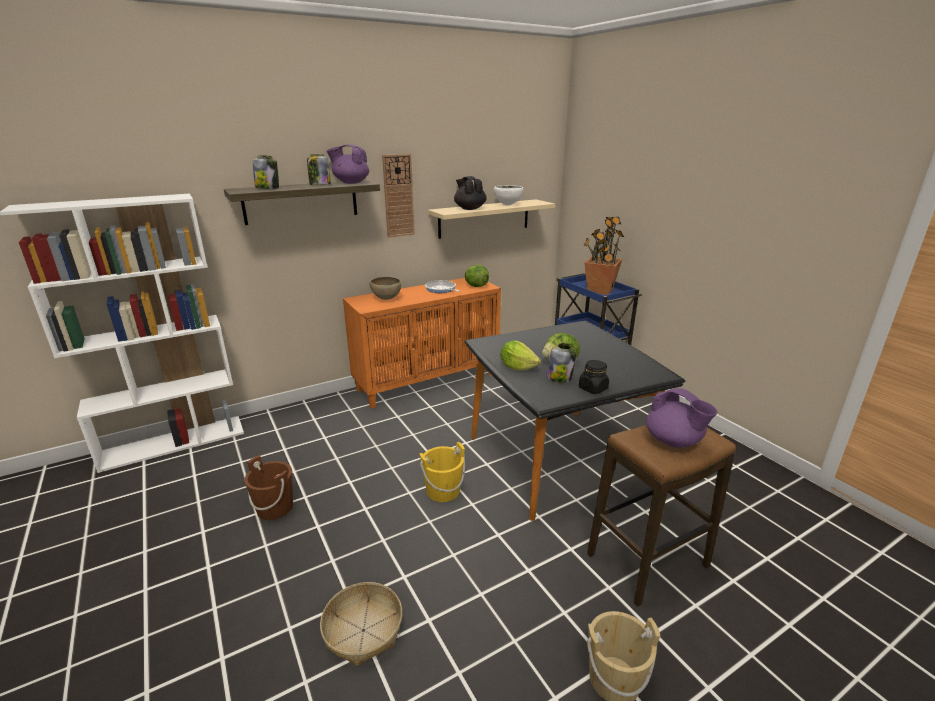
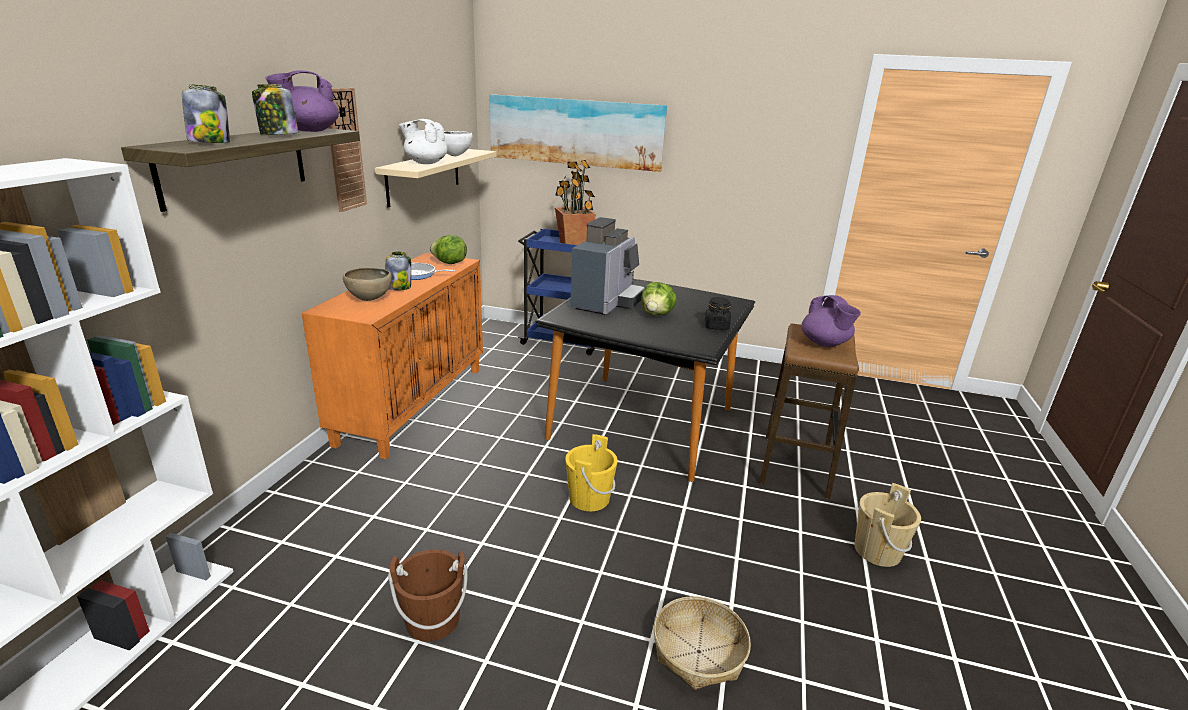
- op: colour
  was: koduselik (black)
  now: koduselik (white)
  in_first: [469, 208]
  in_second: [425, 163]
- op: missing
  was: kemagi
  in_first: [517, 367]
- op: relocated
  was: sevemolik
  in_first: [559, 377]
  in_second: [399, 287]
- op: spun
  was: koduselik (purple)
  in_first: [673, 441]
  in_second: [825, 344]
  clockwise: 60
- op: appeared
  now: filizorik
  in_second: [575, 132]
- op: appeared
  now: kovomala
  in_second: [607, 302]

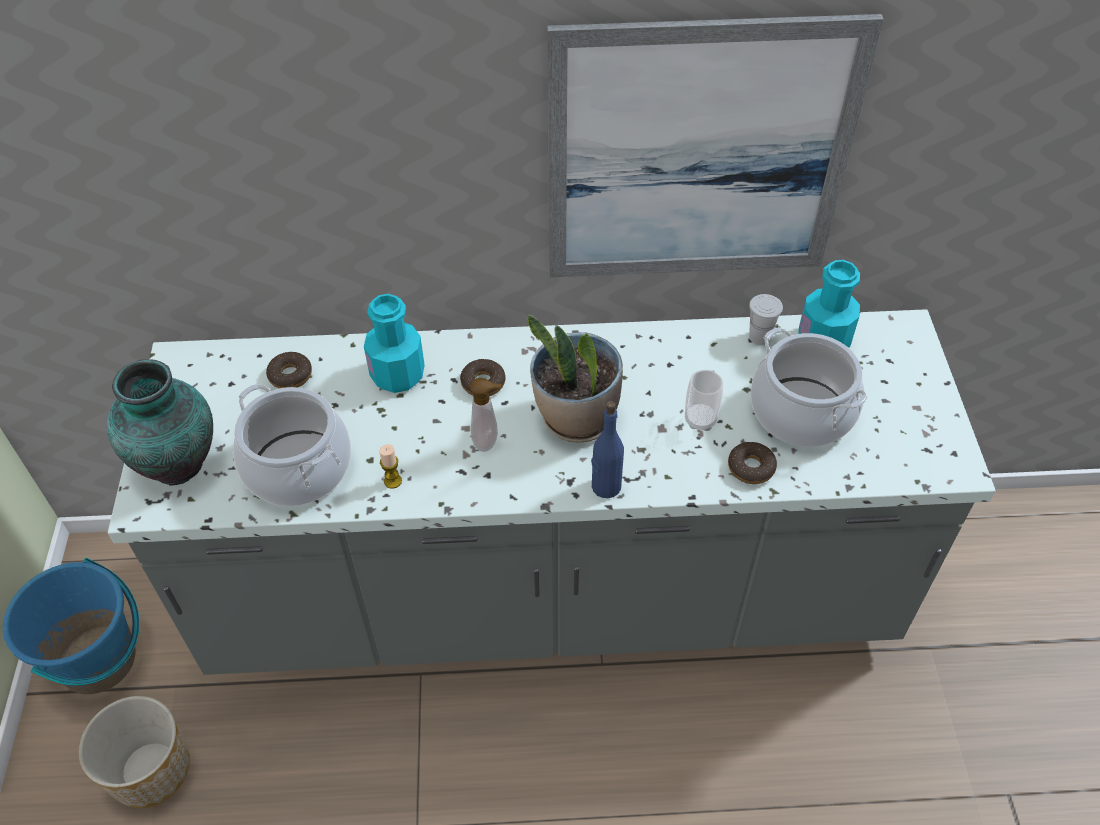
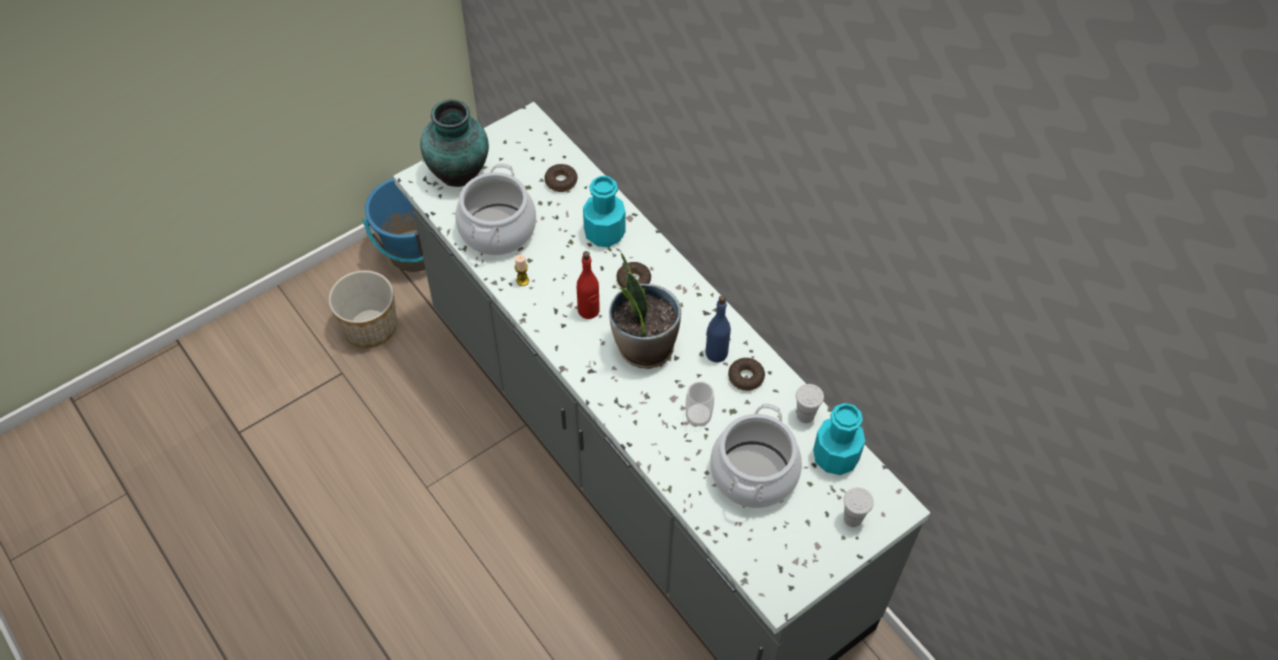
- op: missing
  was: filizorik
  in_first: [698, 156]
- op: exchanged
  was: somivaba
  now: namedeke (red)
  in_first: [488, 441]
  in_second: [588, 310]
- op: relocated
  was: namedeke (blue)
  in_first: [605, 486]
  in_second: [716, 353]
- op: relocated
  was: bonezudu
  in_first: [751, 467]
  in_second: [746, 377]
- op: appeared
  now: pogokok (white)
  in_second: [852, 518]

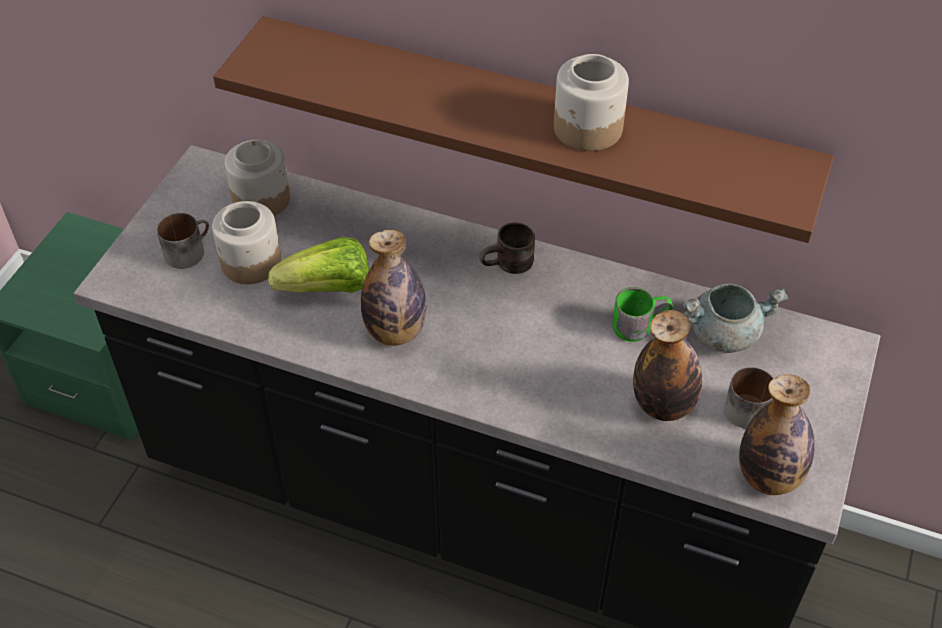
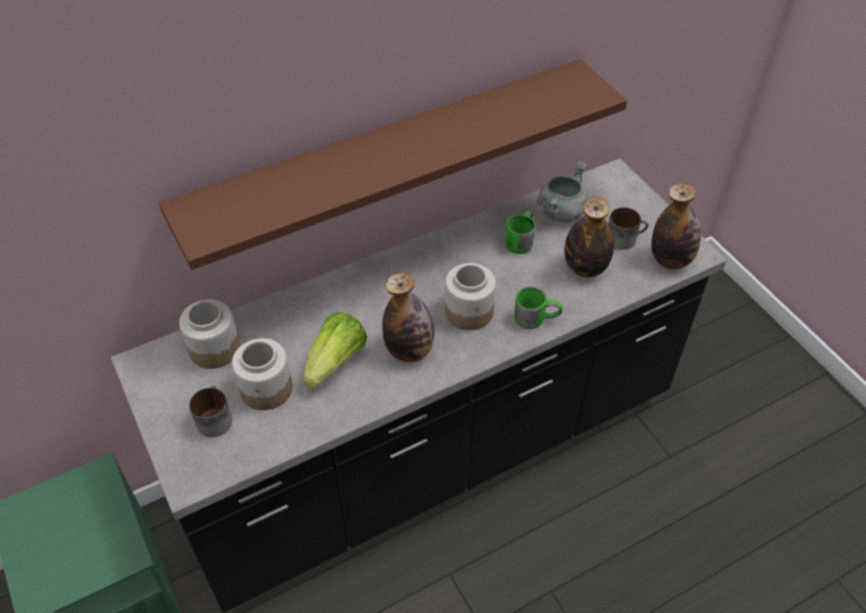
- op: relocated
  was: sevemolik
  in_first: [588, 129]
  in_second: [469, 312]
- op: missing
  was: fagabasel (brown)
  in_first: [509, 267]
- op: appeared
  now: fagabasel (green)
  in_second: [535, 317]

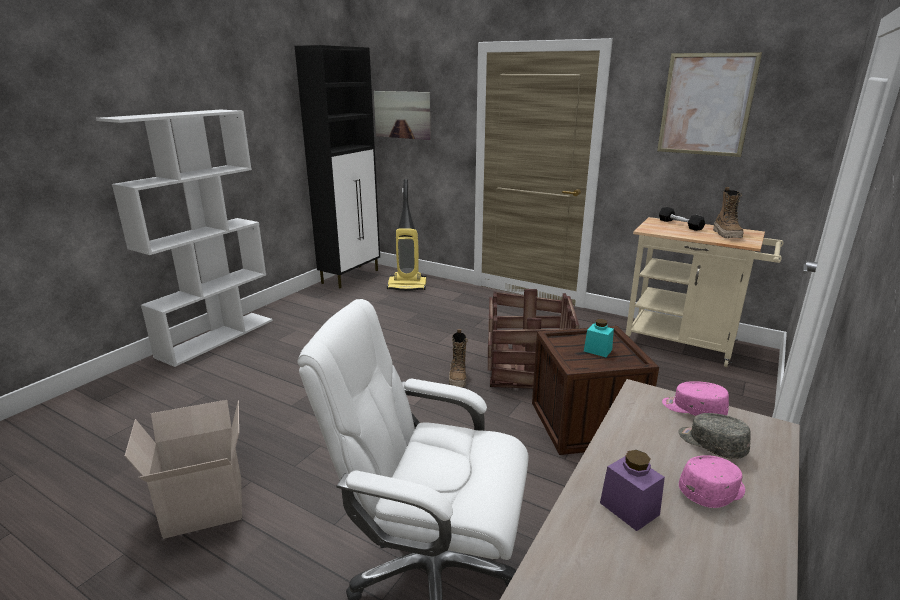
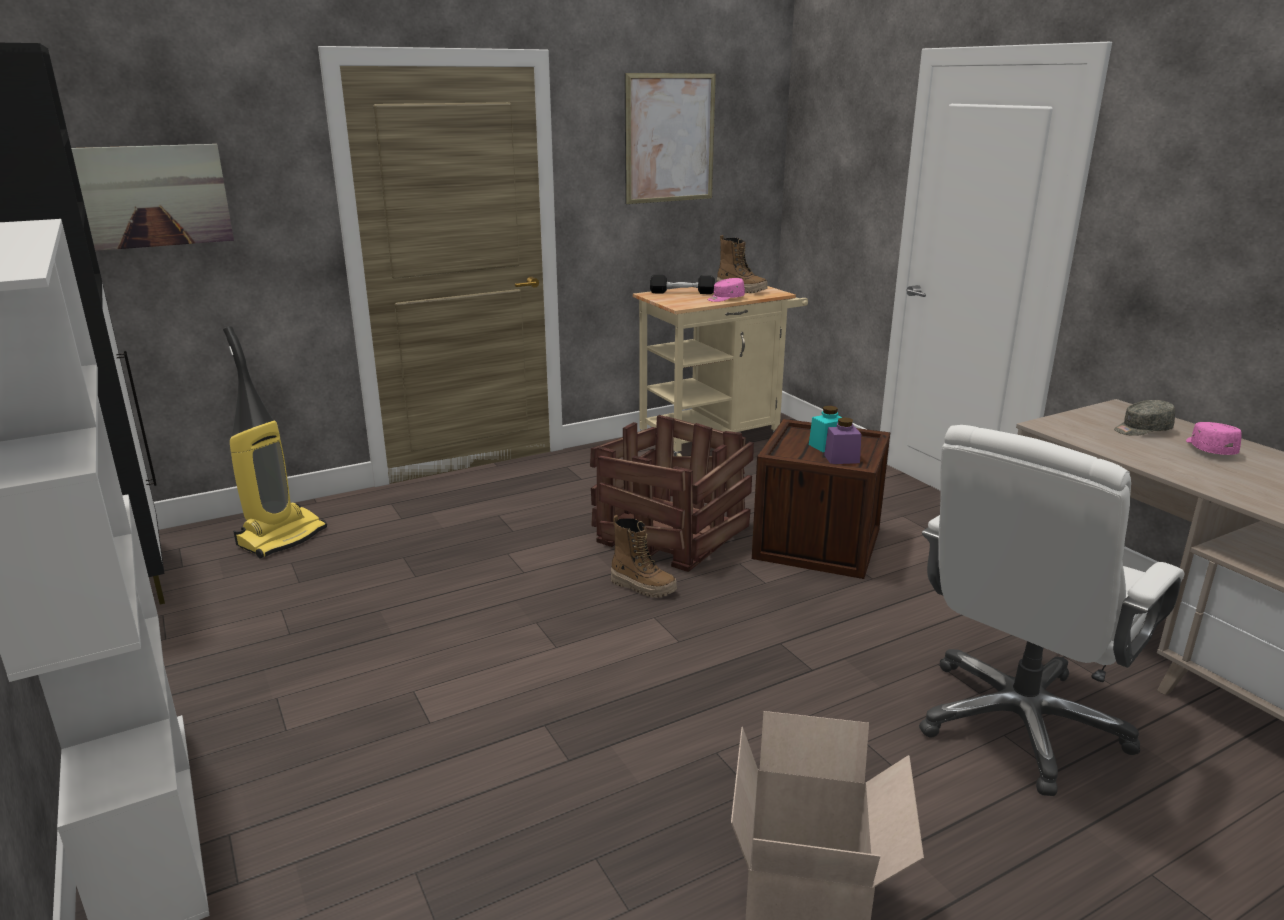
- op: relocated
  was: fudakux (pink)
  in_first: [693, 410]
  in_second: [725, 298]
- op: relocated
  was: sevemolik (purple)
  in_first: [629, 508]
  in_second: [841, 459]

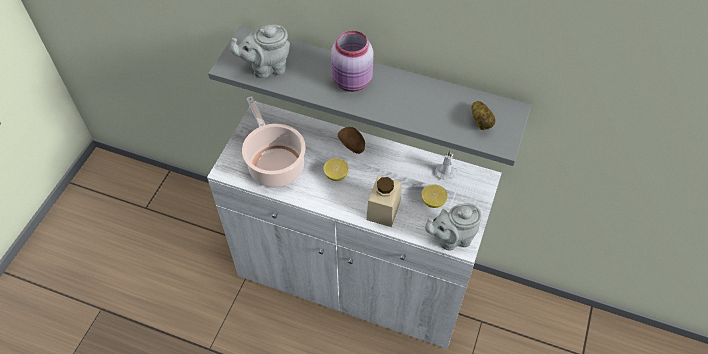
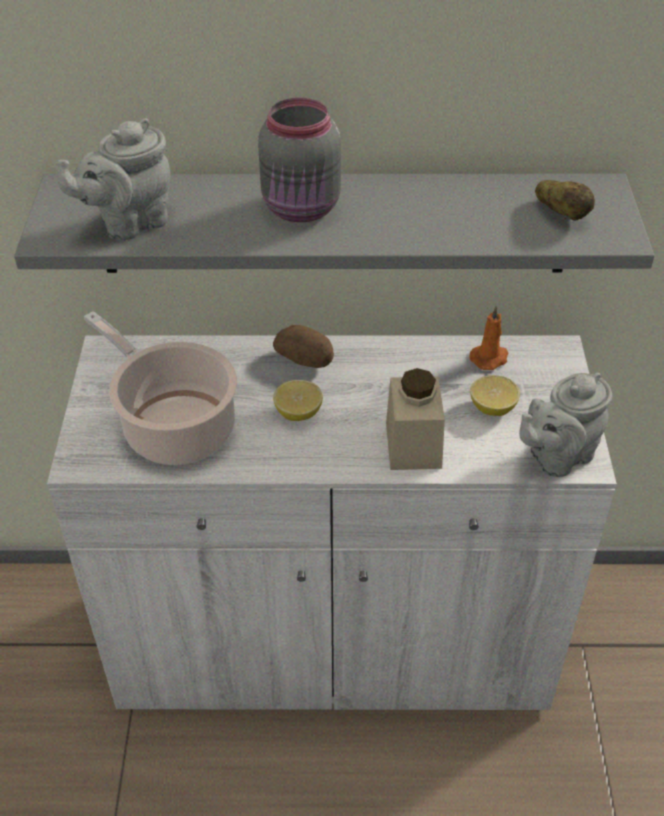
- op: colour
  was: sevemolik (pink)
  now: sevemolik (grey)
  in_first: [352, 82]
  in_second: [302, 209]
- op: colour
  was: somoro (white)
  now: somoro (orange)
  in_first: [446, 172]
  in_second: [490, 358]

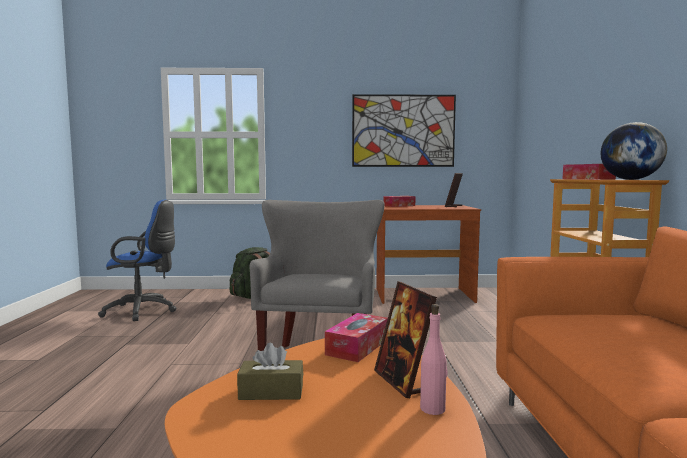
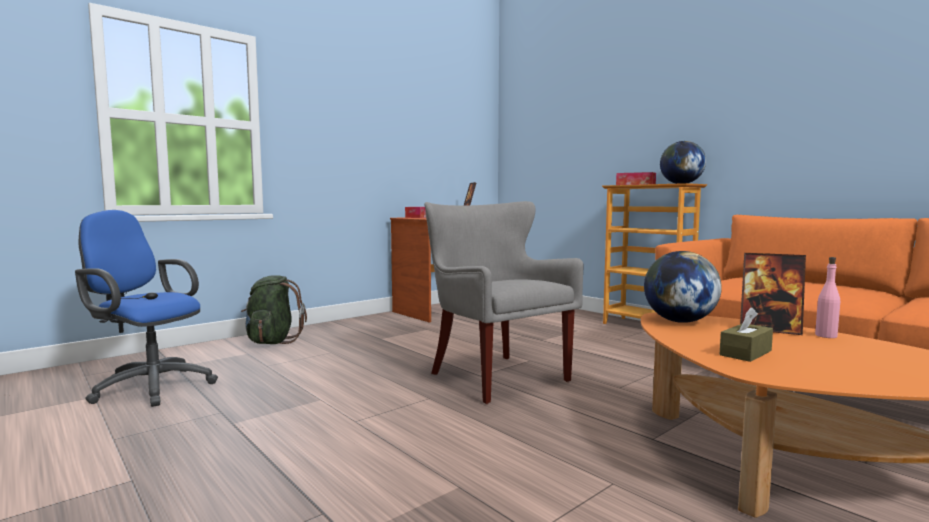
- op: missing
  was: filizorik
  in_first: [403, 131]
- op: spun
  was: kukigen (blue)
  in_first: [144, 311]
  in_second: [149, 387]
  clockwise: -120
- op: exchanged
  was: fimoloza
  now: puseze
  in_first: [357, 347]
  in_second: [679, 321]

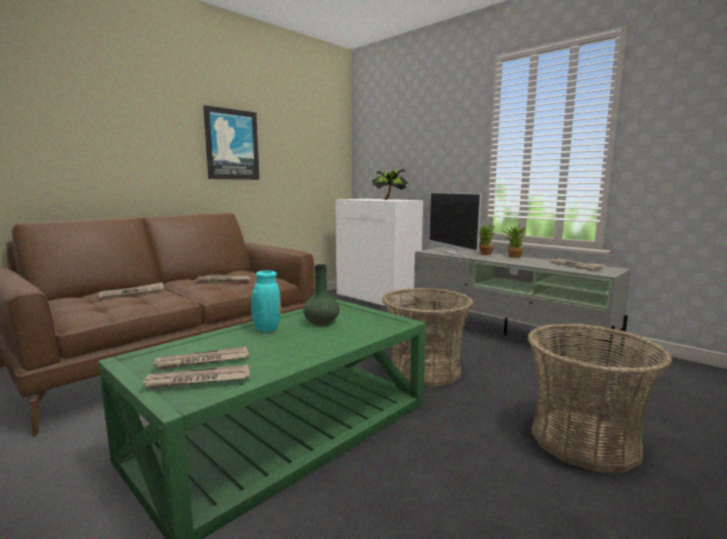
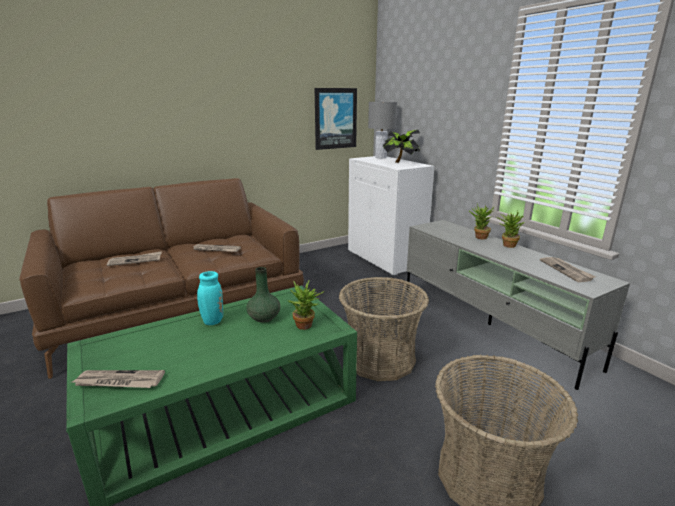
- op: relocated
  was: filizorik
  in_first: [232, 144]
  in_second: [335, 118]
- op: missing
  was: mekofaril
  in_first: [454, 253]
- op: missing
  was: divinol
  in_first: [202, 361]
- op: appeared
  now: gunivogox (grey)
  in_second: [380, 157]
- op: appeared
  now: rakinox
  in_second: [306, 327]

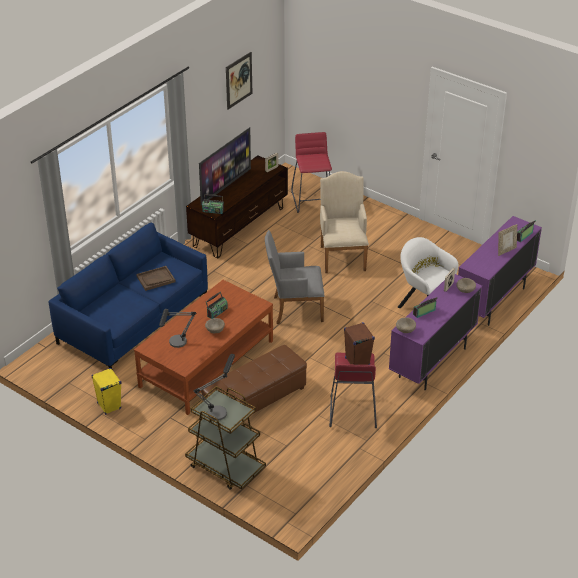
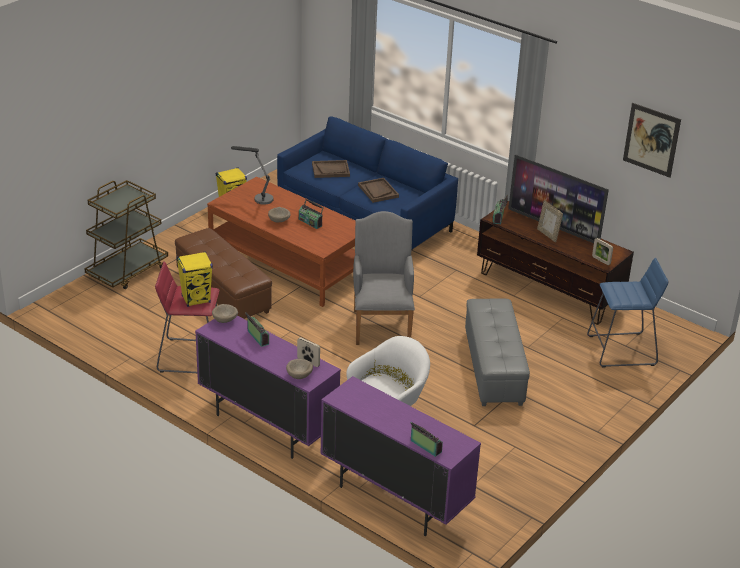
- op: colour
  was: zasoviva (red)
  now: zasoviva (blue)
  in_first: [312, 200]
  in_second: [621, 350]
- op: exchanged
  was: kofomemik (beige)
  now: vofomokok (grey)
  in_first: [342, 256]
  in_second: [494, 368]
- op: relocated
  was: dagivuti
  in_first: [506, 250]
  in_second: [548, 235]
- op: colour
  was: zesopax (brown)
  now: zesopax (yellow)
  in_first: [357, 361]
  in_second: [196, 299]
- op: missing
  was: gunivogox
  in_first: [220, 409]
- op: appeared
  now: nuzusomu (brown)
  in_second: [330, 170]

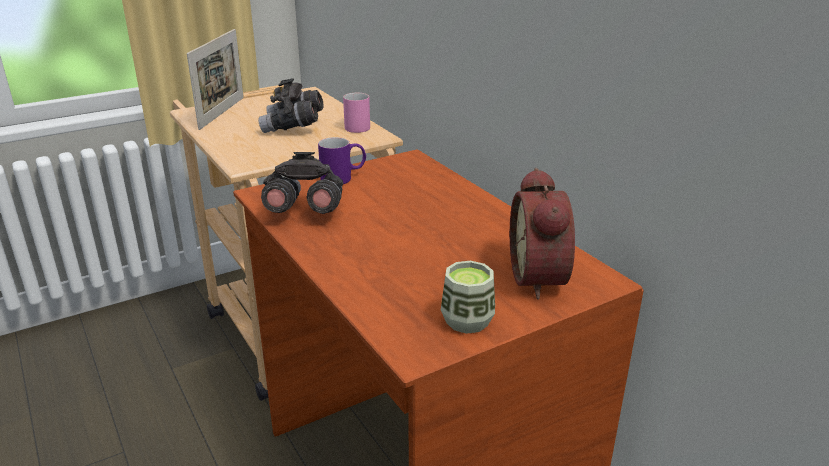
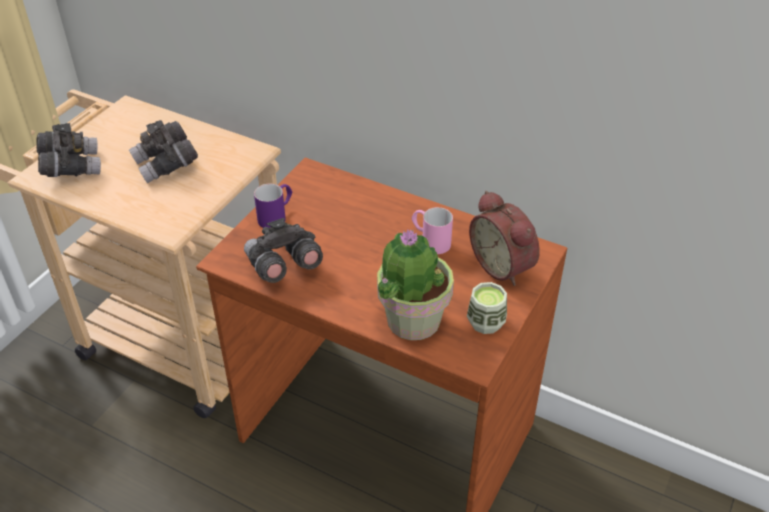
- op: exchanged
  was: dagivuti
  now: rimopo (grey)
  in_first: [222, 113]
  in_second: [71, 167]
- op: relocated
  was: fagabasel (pink)
  in_first: [355, 126]
  in_second: [430, 241]
- op: appeared
  now: rakinox
  in_second: [412, 320]

